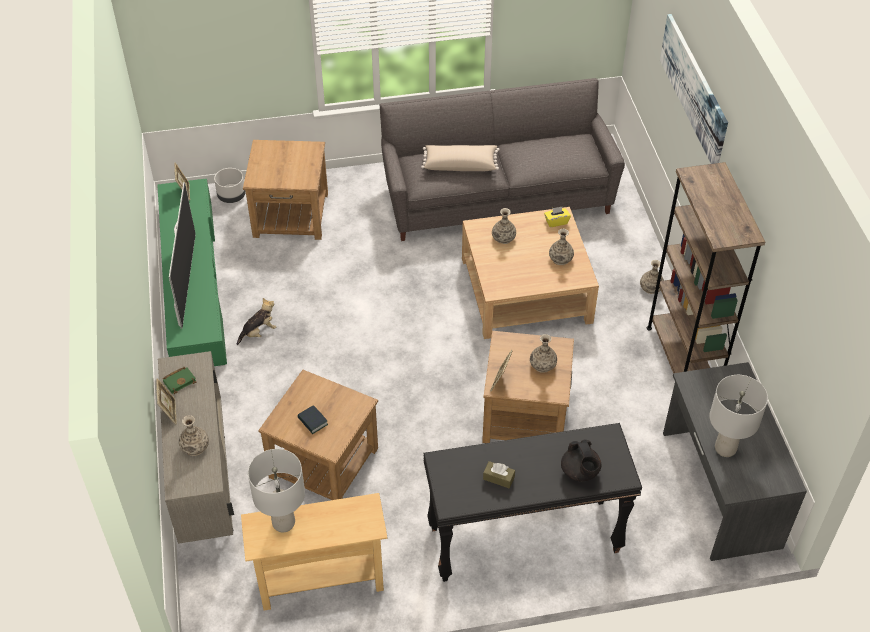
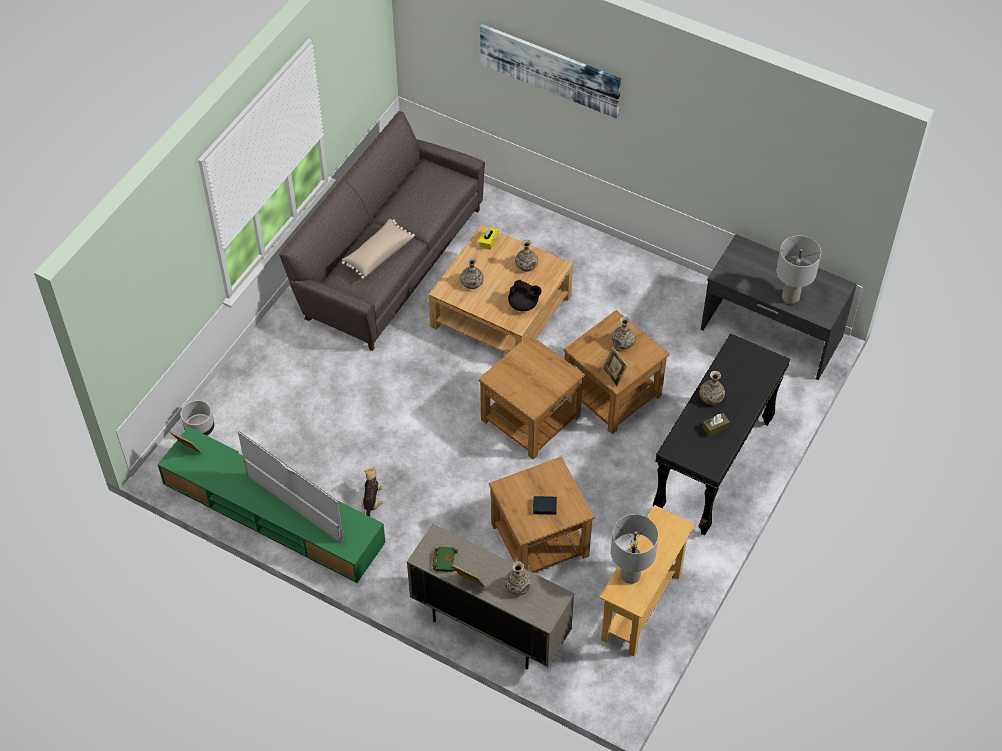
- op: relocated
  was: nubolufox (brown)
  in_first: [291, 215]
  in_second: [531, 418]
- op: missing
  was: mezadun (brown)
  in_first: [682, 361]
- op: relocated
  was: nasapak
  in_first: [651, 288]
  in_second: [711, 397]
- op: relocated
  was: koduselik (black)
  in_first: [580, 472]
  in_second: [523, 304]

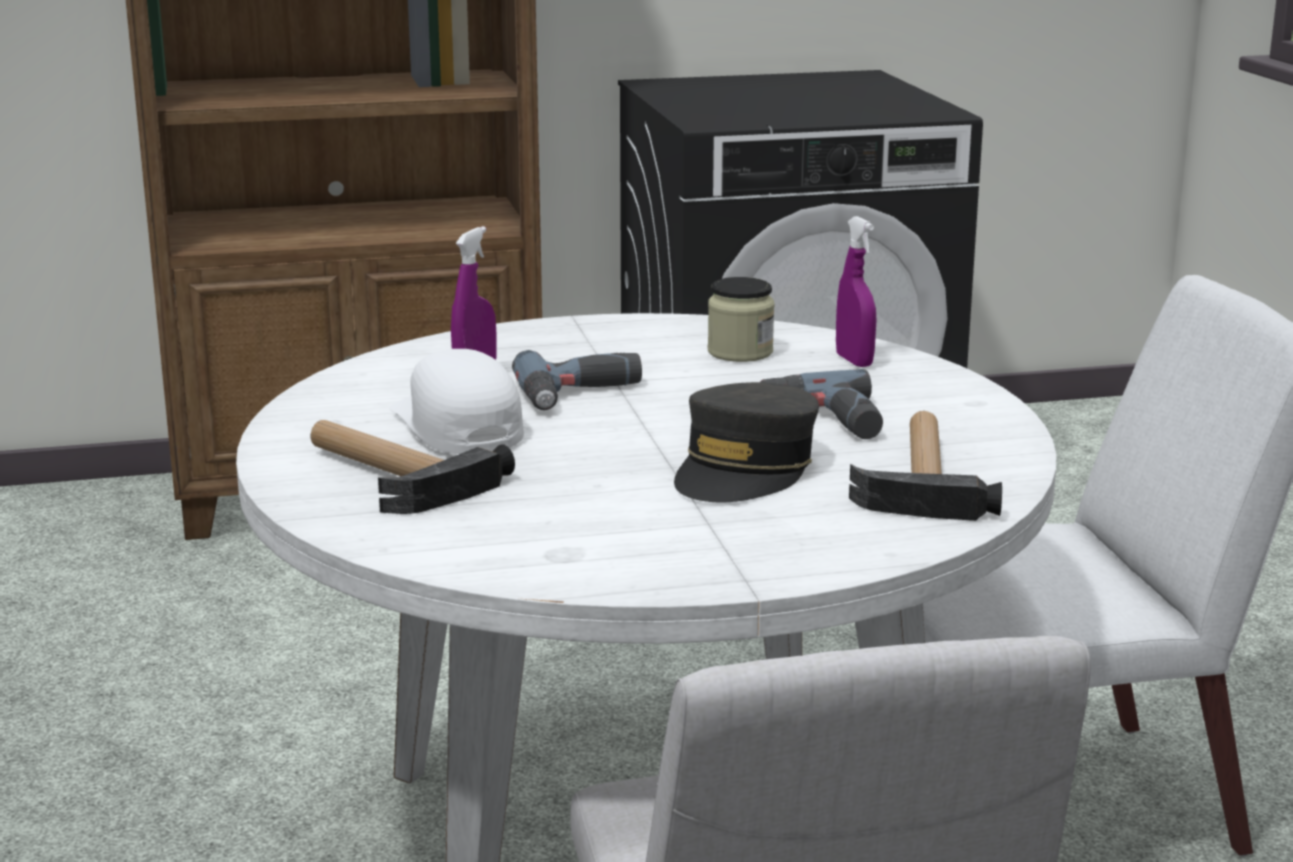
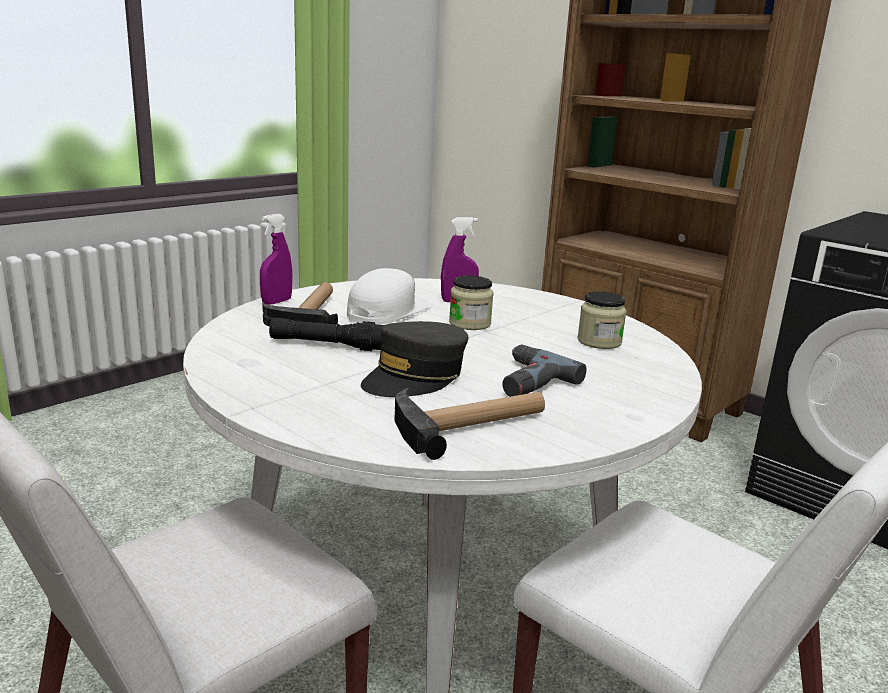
- op: relocated
  was: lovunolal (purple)
  in_first: [854, 361]
  in_second: [276, 302]
- op: exchanged
  was: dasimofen
  now: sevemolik
  in_first: [582, 395]
  in_second: [470, 323]
- op: spun
  was: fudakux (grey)
  in_first: [745, 470]
  in_second: [415, 377]
  clockwise: -45
- op: appeared
  now: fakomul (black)
  in_second: [328, 345]

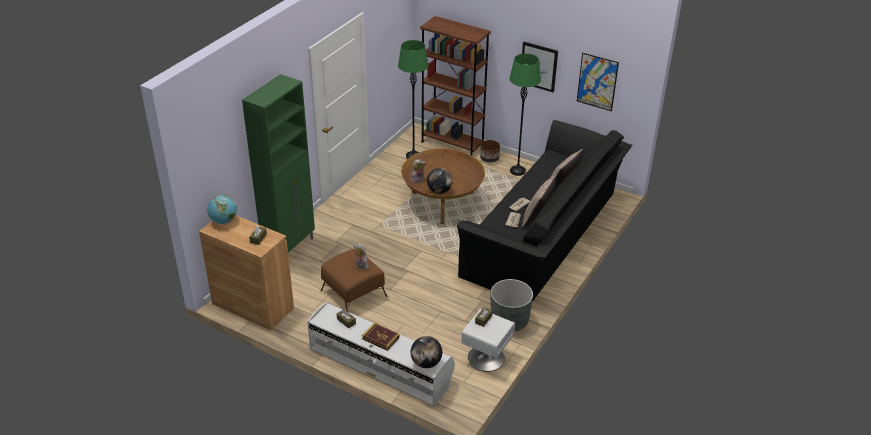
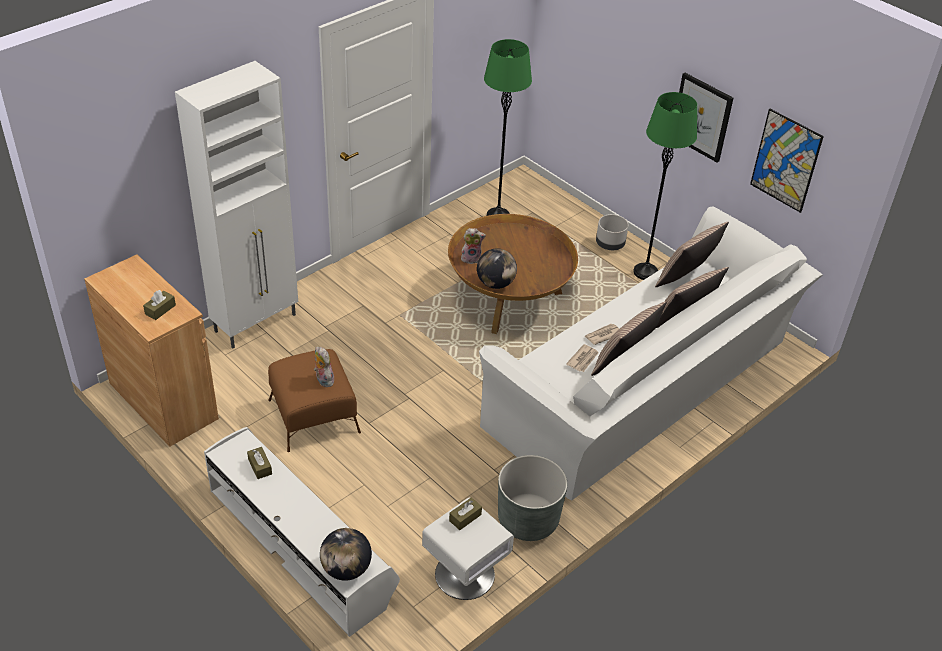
- op: missing
  was: mezadun (brown)
  in_first: [452, 144]
- op: colour
  was: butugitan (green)
  now: butugitan (white)
  in_first: [290, 248]
  in_second: [256, 323]
- op: colour
  was: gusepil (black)
  now: gusepil (white)
  in_first: [546, 235]
  in_second: [646, 389]
- op: colour
  was: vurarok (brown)
  now: vurarok (grey)
  in_first: [489, 159]
  in_second: [610, 244]
- op: missing
  was: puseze
  in_first: [223, 221]
- op: missing
  was: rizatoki
  in_first: [380, 338]
- op: appeared
  now: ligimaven
  in_second: [686, 279]

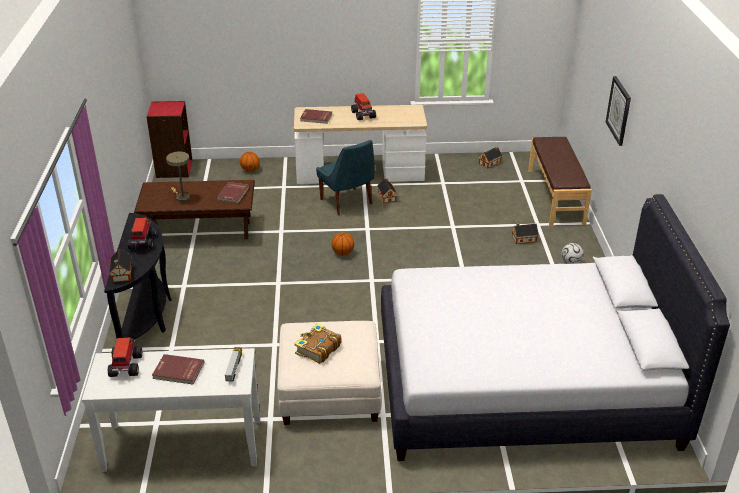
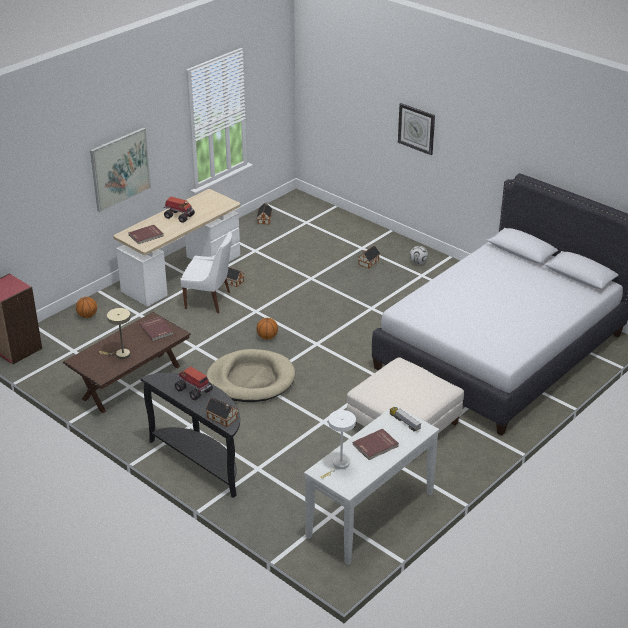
- op: missing
  was: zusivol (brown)
  in_first: [556, 196]
- op: colour
  was: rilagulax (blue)
  now: rilagulax (white)
  in_first: [347, 202]
  in_second: [209, 300]
- op: missing
  was: rizatoki
  in_first: [317, 349]
- op: exchanged
  was: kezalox
  now: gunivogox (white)
  in_first: [125, 366]
  in_second: [339, 465]
- op: appeared
  now: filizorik
  in_second: [120, 169]
- op: appeared
  now: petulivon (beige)
  in_second: [251, 380]

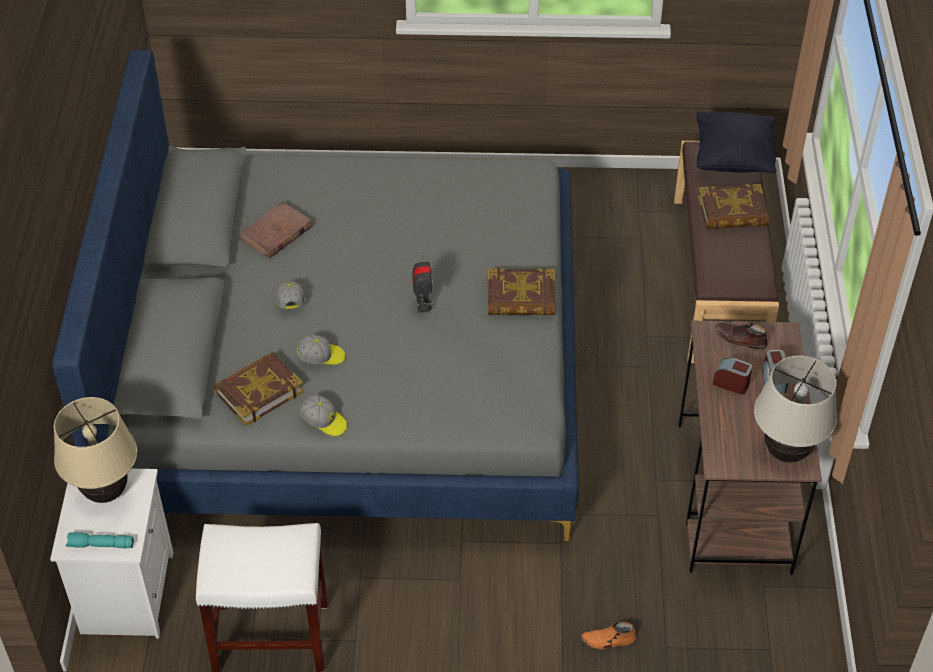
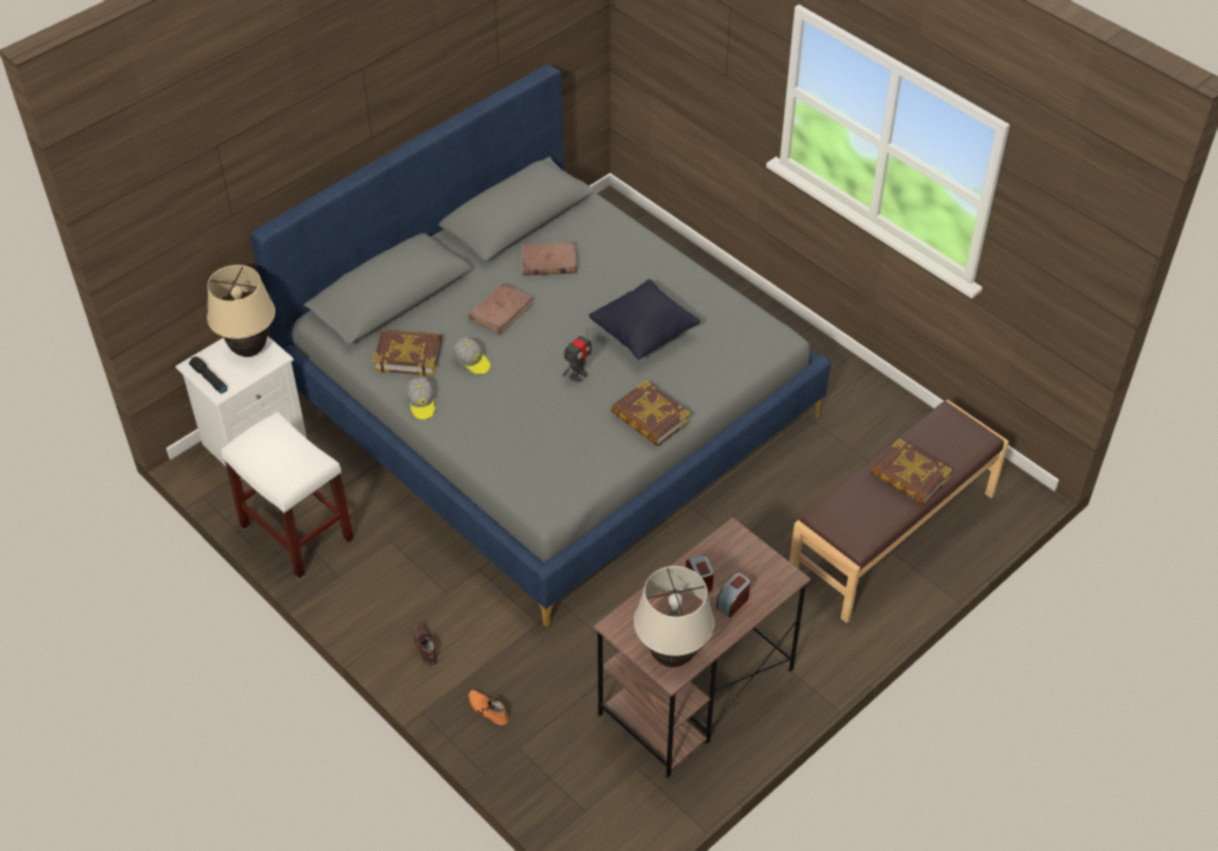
- op: relocated
  was: ligimaven (black)
  in_first: [733, 159]
  in_second: [644, 334]
- op: exchanged
  was: fudakux
  now: rizatoki (brown)
  in_first: [290, 299]
  in_second: [501, 311]
- op: relocated
  was: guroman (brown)
  in_first: [740, 339]
  in_second: [425, 646]
- op: colour
  was: fakomul (turquoise)
  now: fakomul (black)
  in_first: [100, 545]
  in_second: [208, 379]

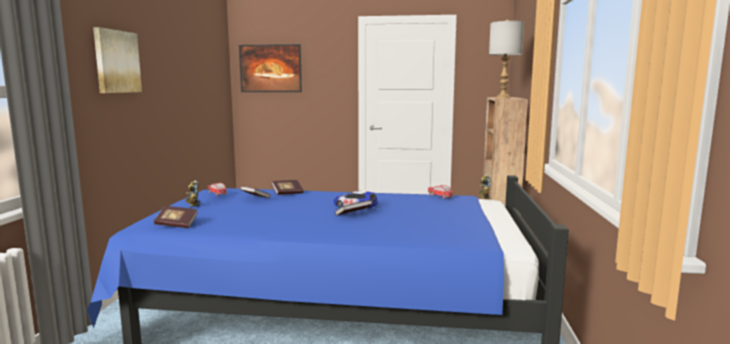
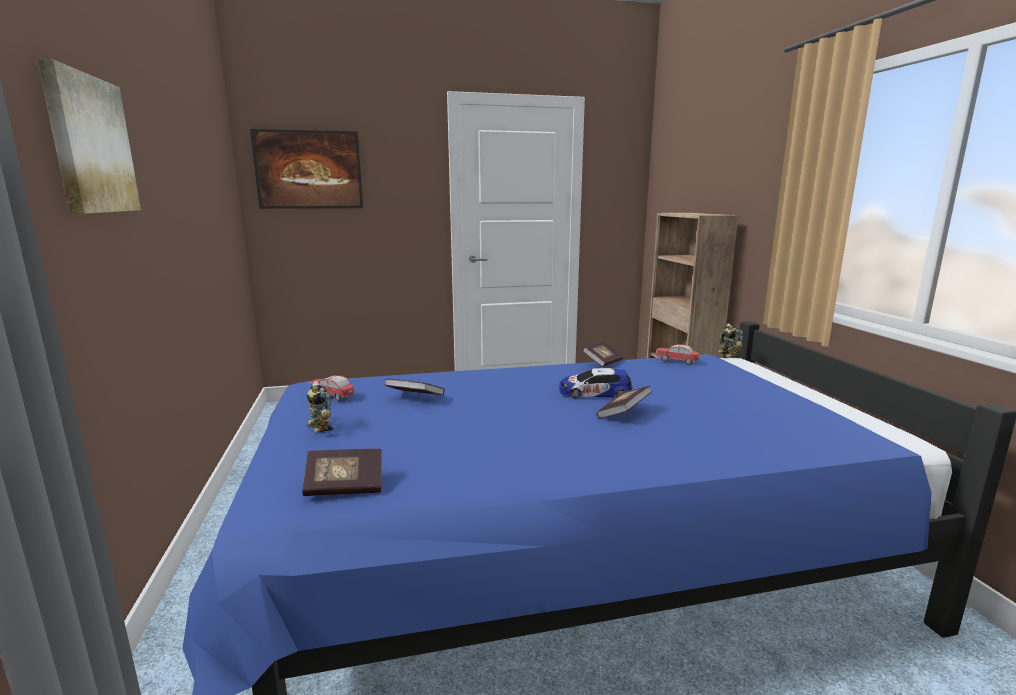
- op: missing
  was: gunivogox (grey)
  in_first: [502, 98]
- op: relocated
  was: rizatoki
  in_first: [287, 193]
  in_second: [603, 363]

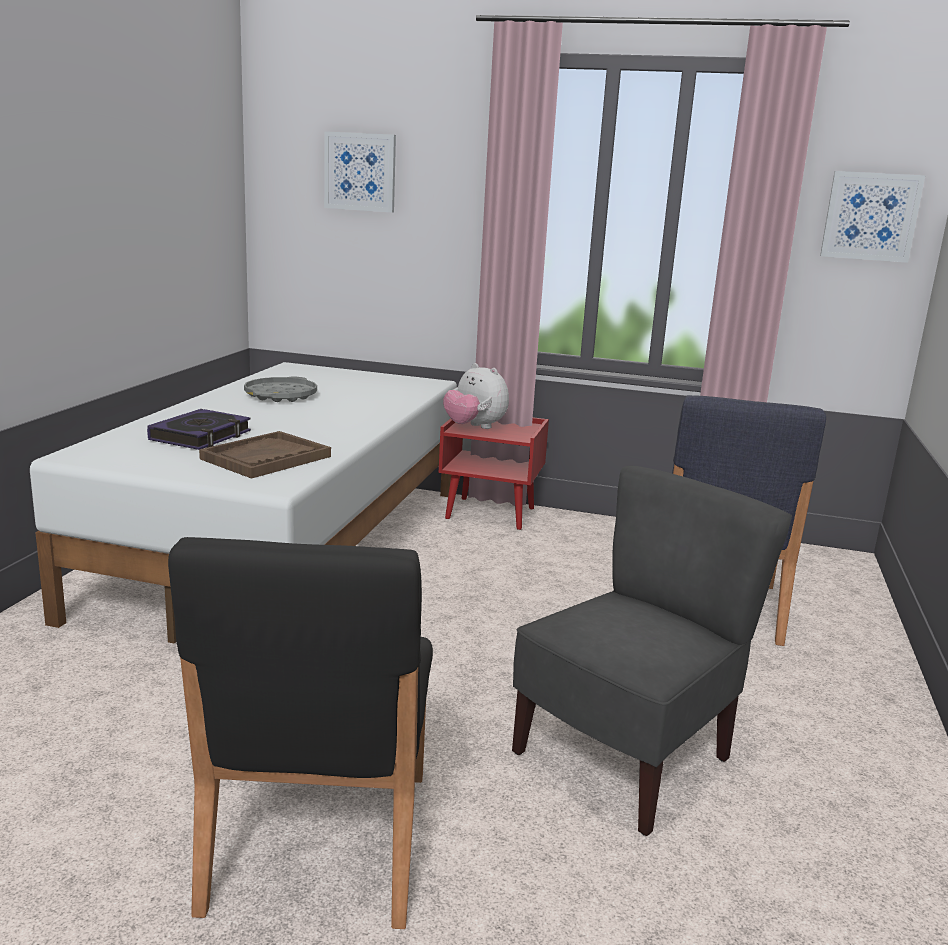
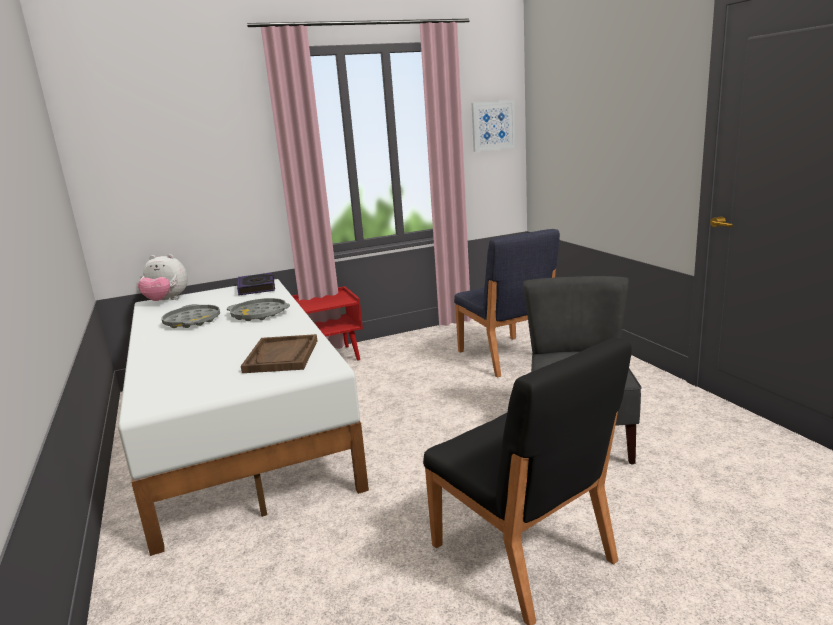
- op: missing
  was: filizorik
  in_first: [360, 172]
- op: relocated
  was: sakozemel
  in_first: [474, 427]
  in_second: [166, 301]
- op: relocated
  was: rizatoki
  in_first: [201, 436]
  in_second: [257, 288]
- op: appeared
  now: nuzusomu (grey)
  in_second: [259, 314]

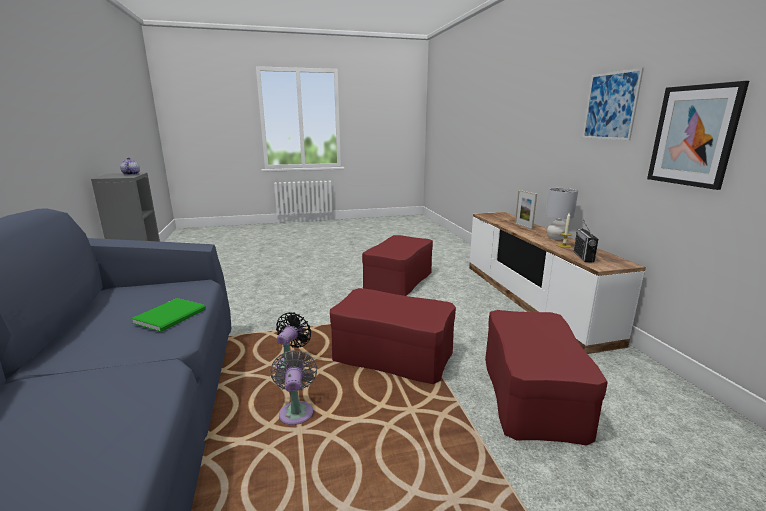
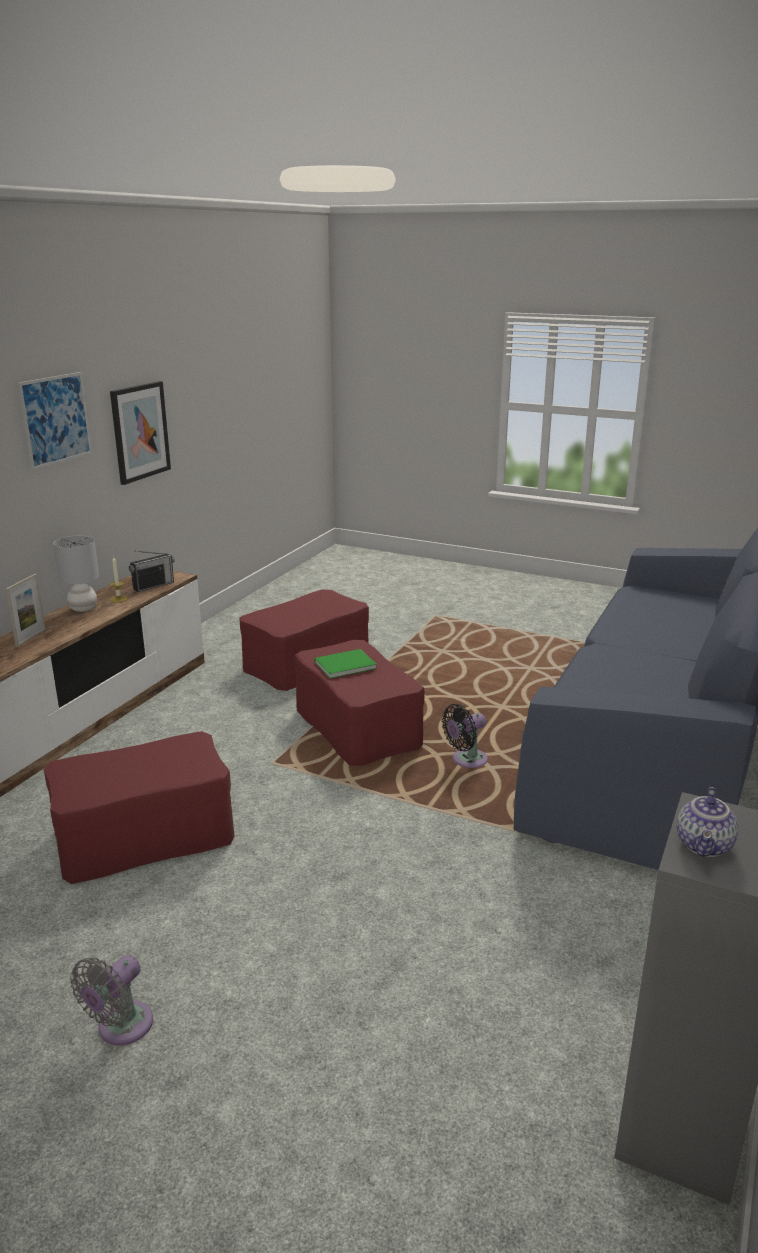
- op: relocated
  was: rizatoki (green)
  in_first: [172, 315]
  in_second: [343, 665]
- op: relocated
  was: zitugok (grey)
  in_first: [296, 411]
  in_second: [121, 1028]

